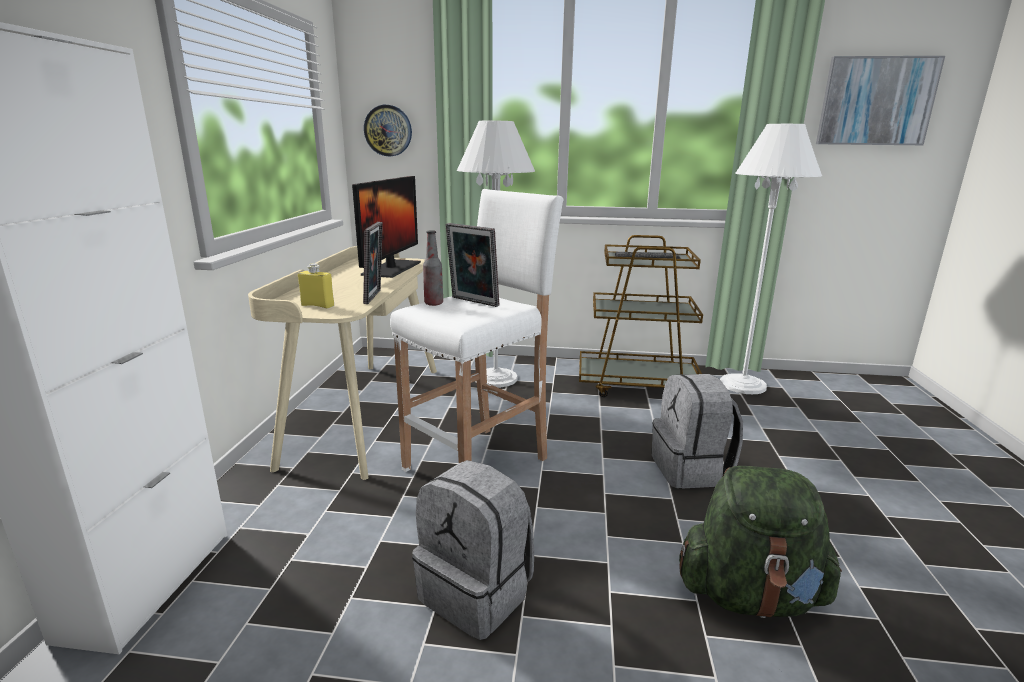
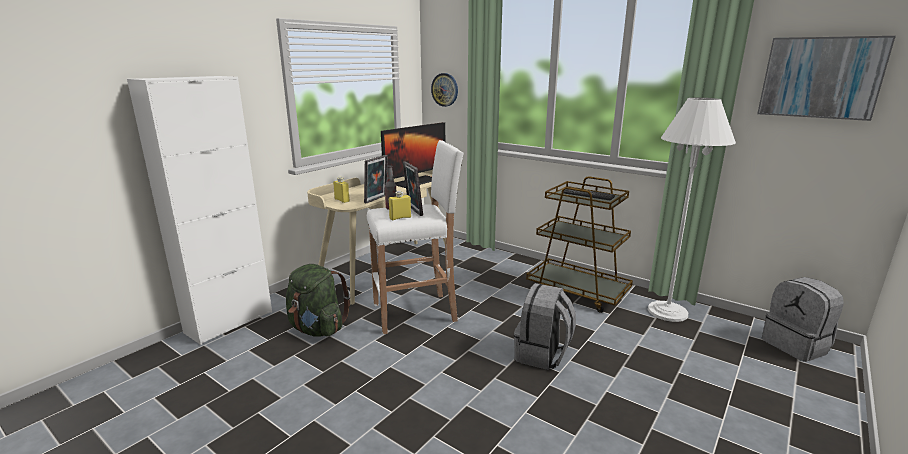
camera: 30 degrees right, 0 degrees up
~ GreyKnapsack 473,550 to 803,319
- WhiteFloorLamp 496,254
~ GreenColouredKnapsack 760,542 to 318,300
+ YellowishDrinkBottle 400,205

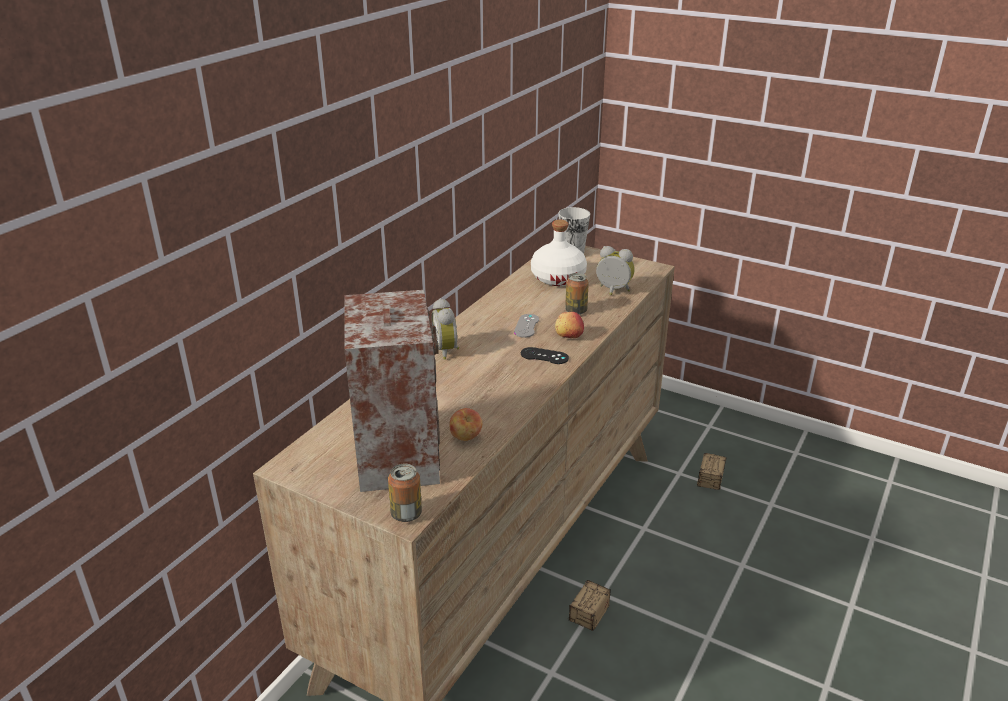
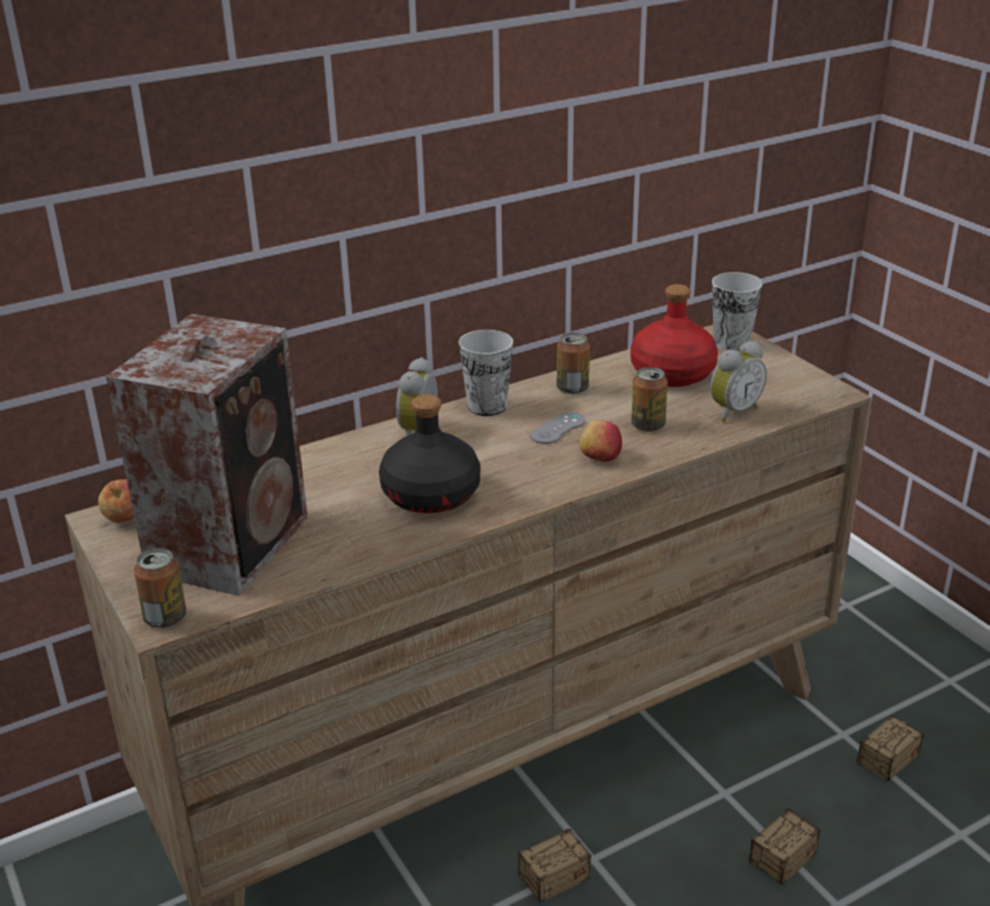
camera: 30 degrees right, 0 degrees up
~ Apple 465,424 to 116,501
- BlackColouredJoypad 545,355
~ WhiteDrinkBottle 559,253 to RedDrinkBottle 674,335
~ BedsideClock 615,270 = 738,381 90 degrees clockwise
+ BlackColouredDrinkBottle 430,453
+ SmallCup 486,373
+ MetalCan 573,363
+ StorageContainer 777,847

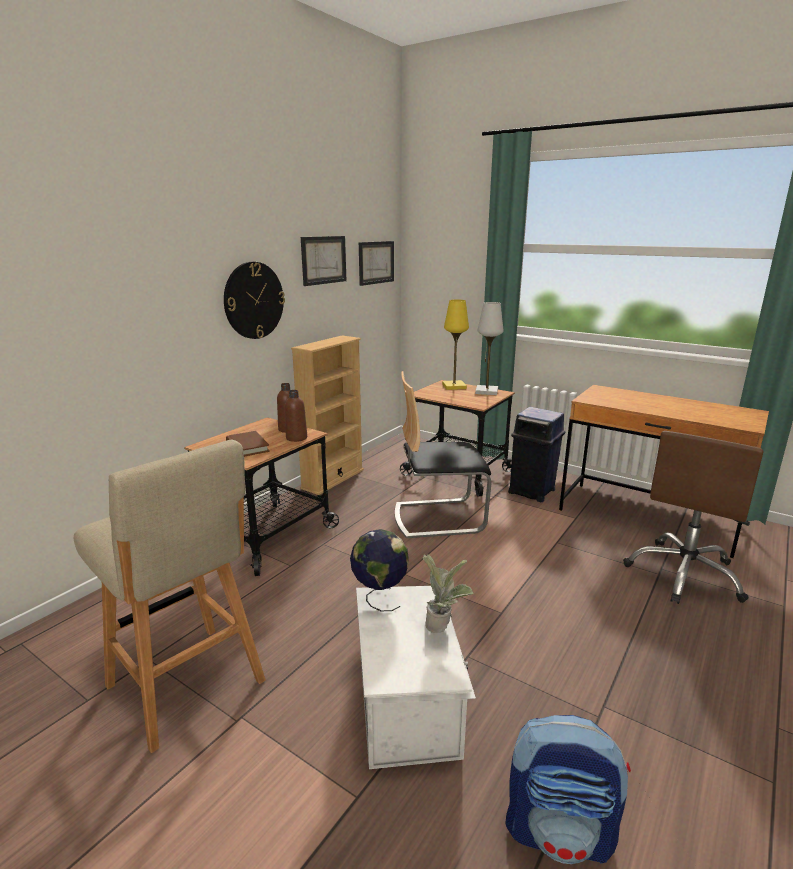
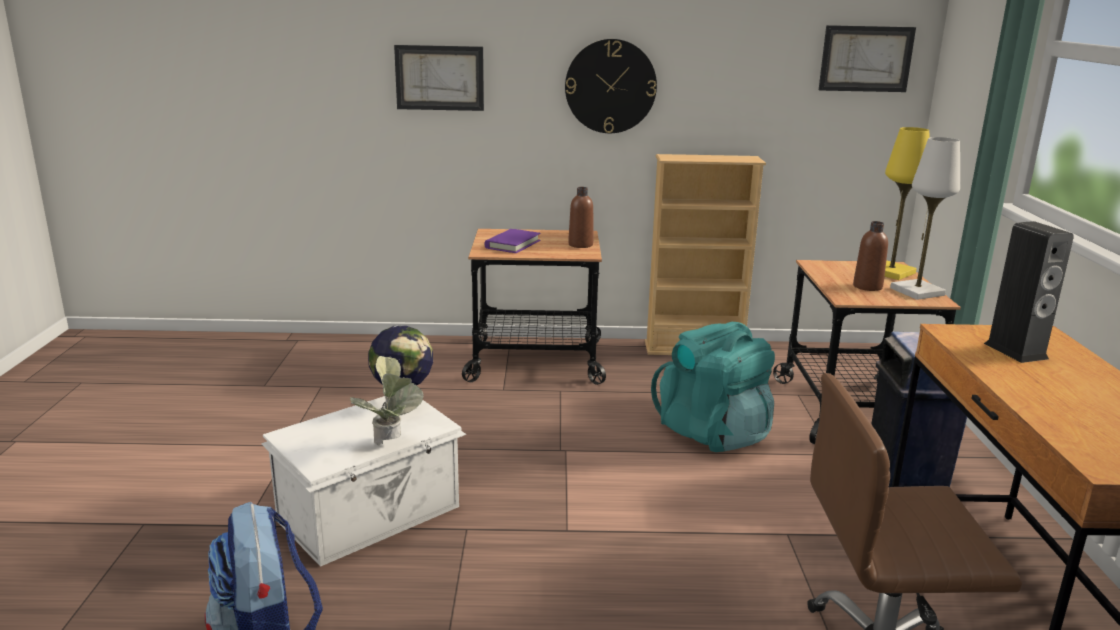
camera: 55 degrees right, 0 degrees up
- SandColouredStoolSeat 170,596
~ BrownColouredVolume 248,444 to PurpleColouredVolume 512,241
~ BrownColouredDrinkBottle 296,416 to 870,256
~ Picture 323,261 to 439,78
~ PlainChair 443,454 to TurquoiseColouredKnapsack 713,387
+ Speaker 1029,292

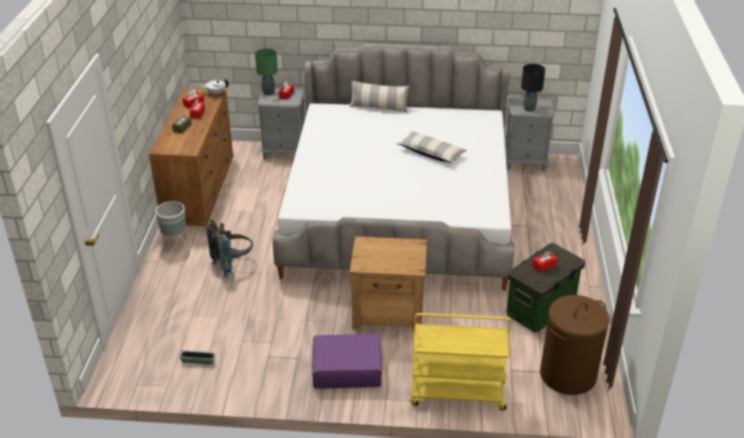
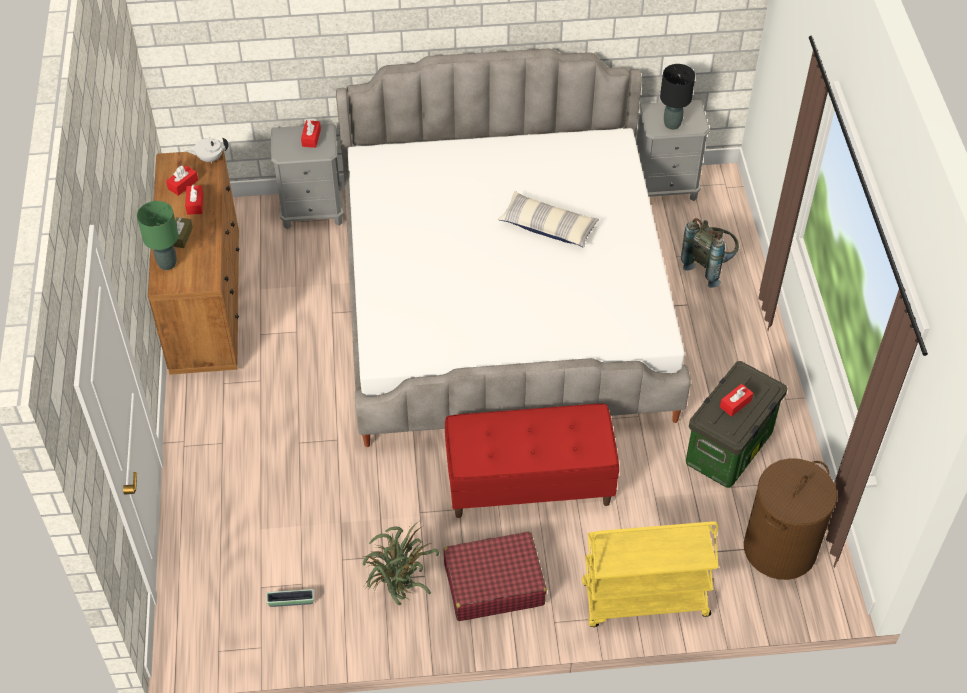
camera: 10 degrees left, 15 degrees up
- GreyPlanter 171,226
~ GreyKnapsack 229,248 to 710,253
~ GreenColouredTableLamp 266,71 to 158,235
~ PurpleColouredTravelCase 347,361 to RedTravelCase 495,576
- Cushion 379,97
~ BrownColouredNightTable 388,284 to RedIndoorBench 532,461
+ Houseplant 400,563

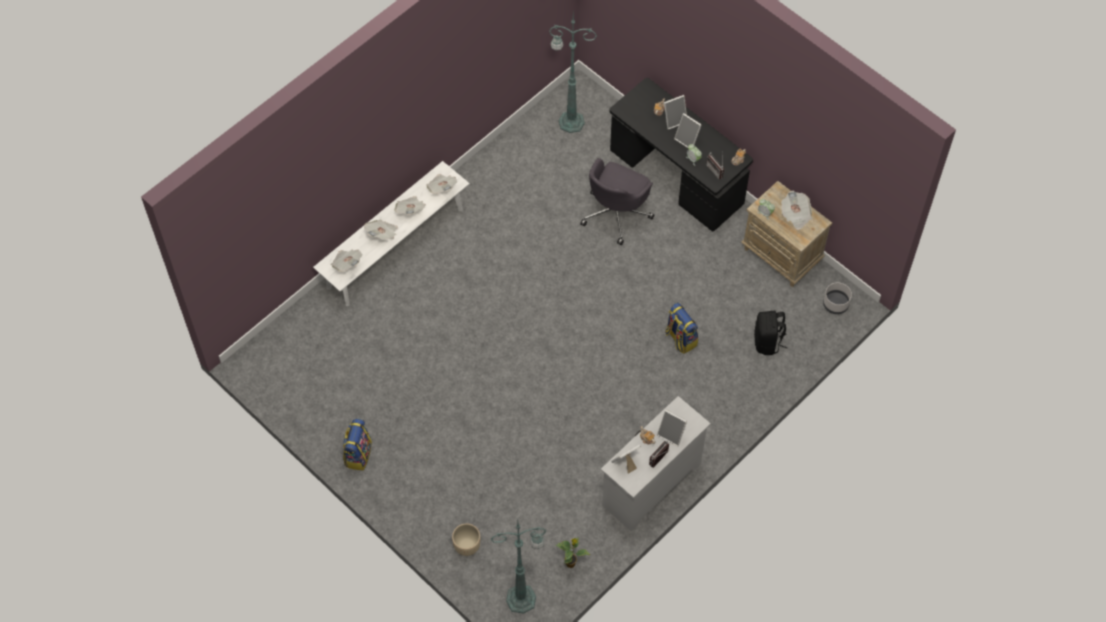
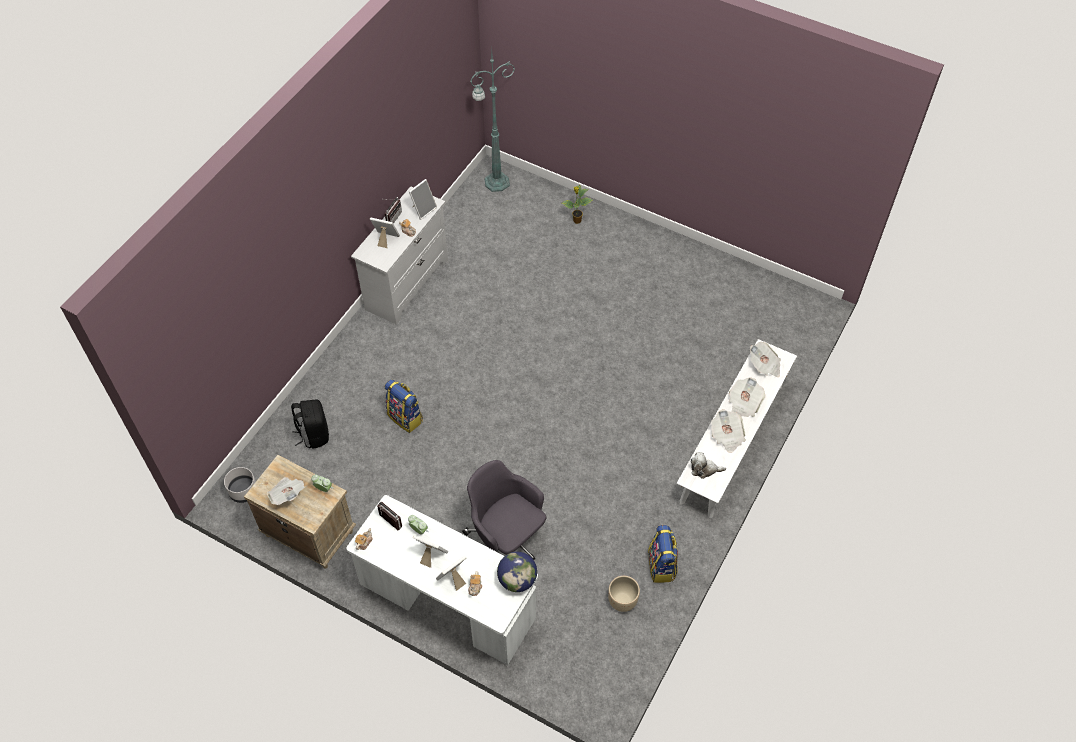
camera: 165 degrees right, 5 degrees down
~ Knapsack 357,444 to 663,554
~ Newspaper 441,184 to PlushToy 708,465
~ SandColouredPlanter 466,539 to 624,594
- GreenColouredFloorLamp 573,72
~ Houseplant 572,552 to 577,204
~ GreyDeskChair 617,201 = 504,510 60 degrees counterclockwise
~ BlackColouredDesk 681,155 to WhiteDesk 442,580
+ WorldGlobe 517,572

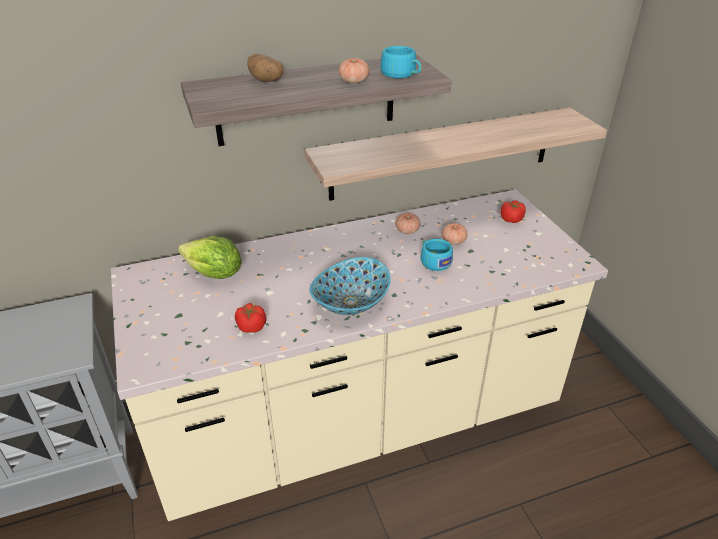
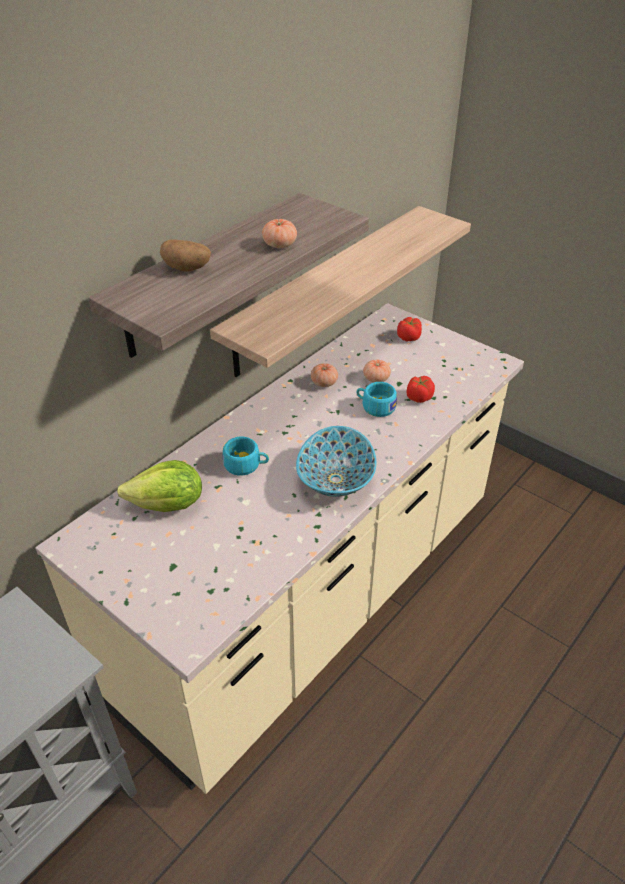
camera: 30 degrees left, 5 degrees up
~ Tomato 250,318 to 421,389
~ TurquoiseColouredSmallCup 401,62 to 246,456

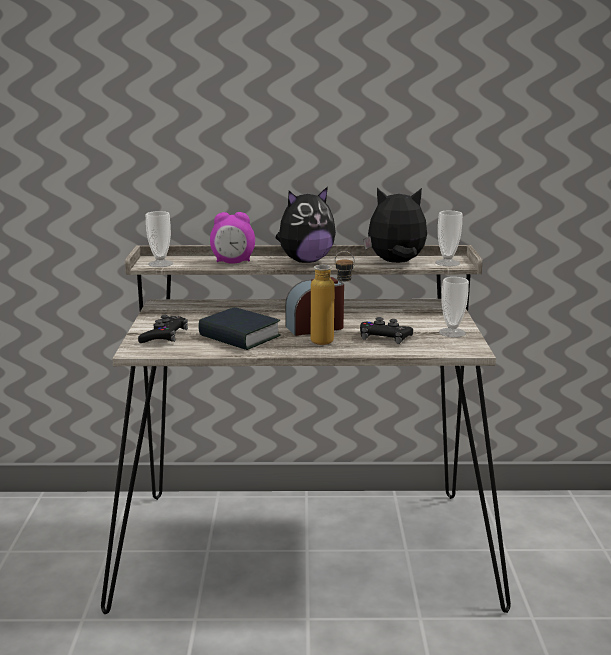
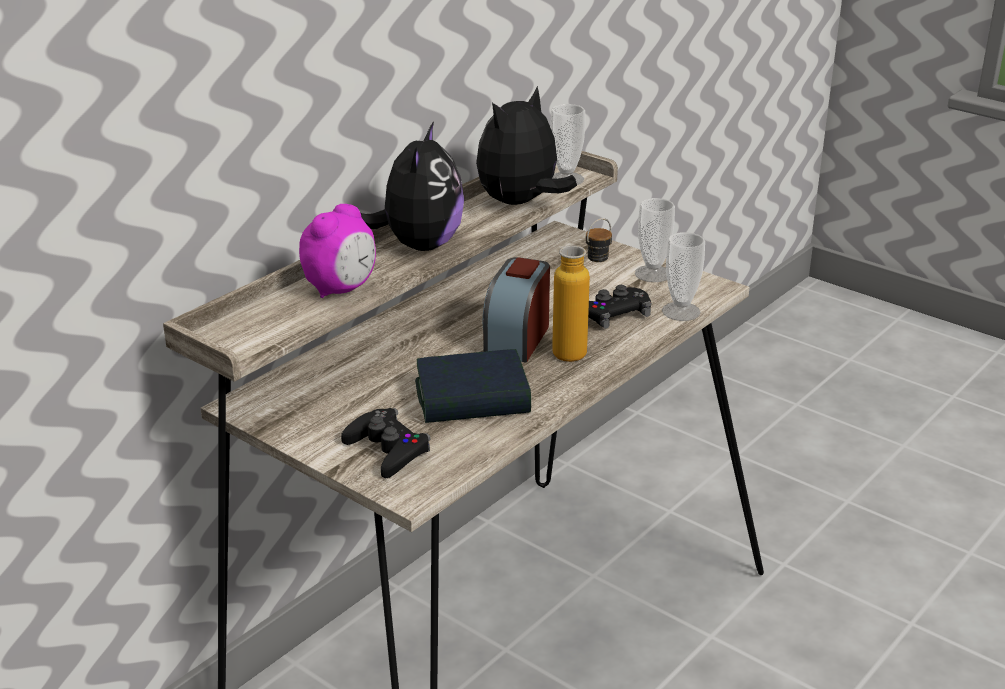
camera: 50 degrees left, 10 degrees up
~ SmallCup 159,239 to 683,276

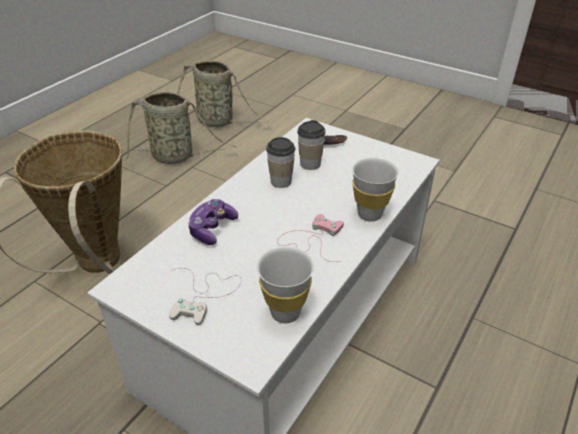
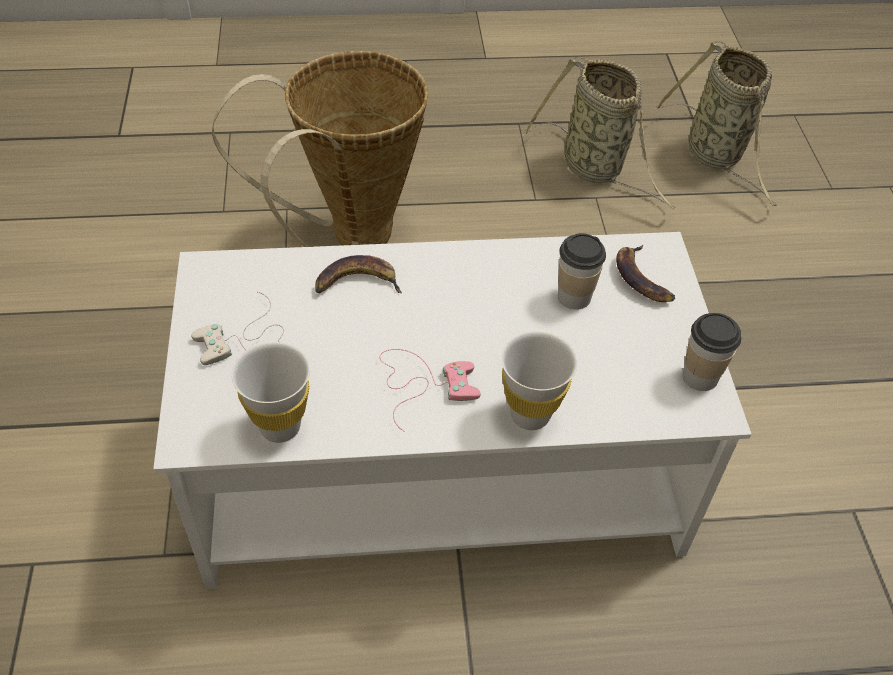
camera: 50 degrees right, 10 degrees up
~ Joypad 213,222 to WholeBanana 358,274
~ SmallCup 280,162 to 712,352

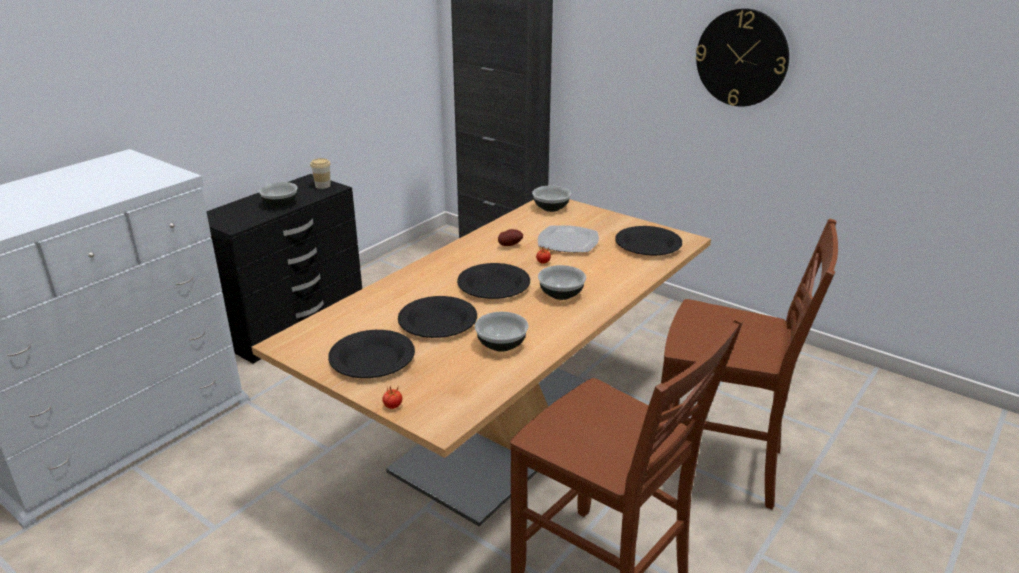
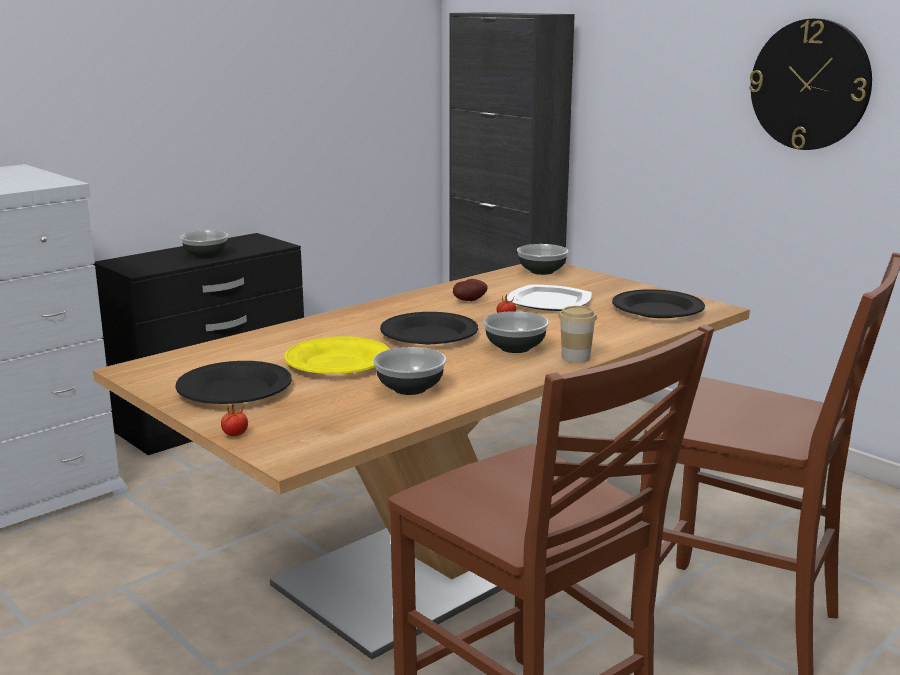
camera: 10 degrees right, 10 degrees down
~ SmallCup 320,173 to 578,334
~ BlackColouredPlate 437,317 to YellowishPlate 336,355

